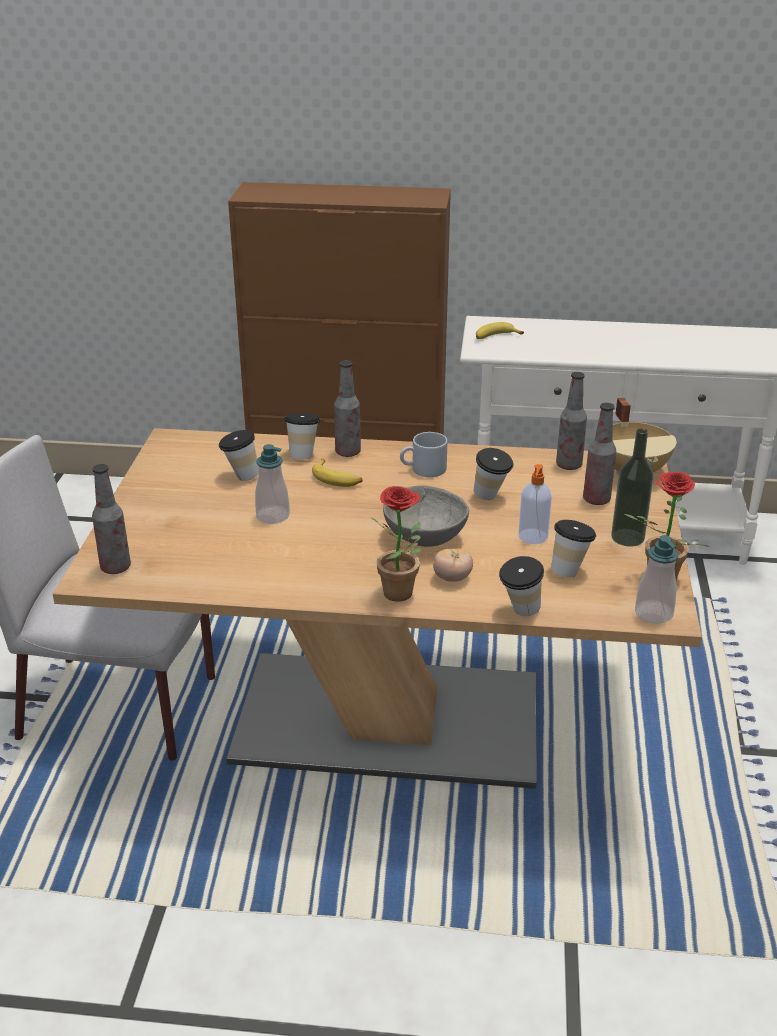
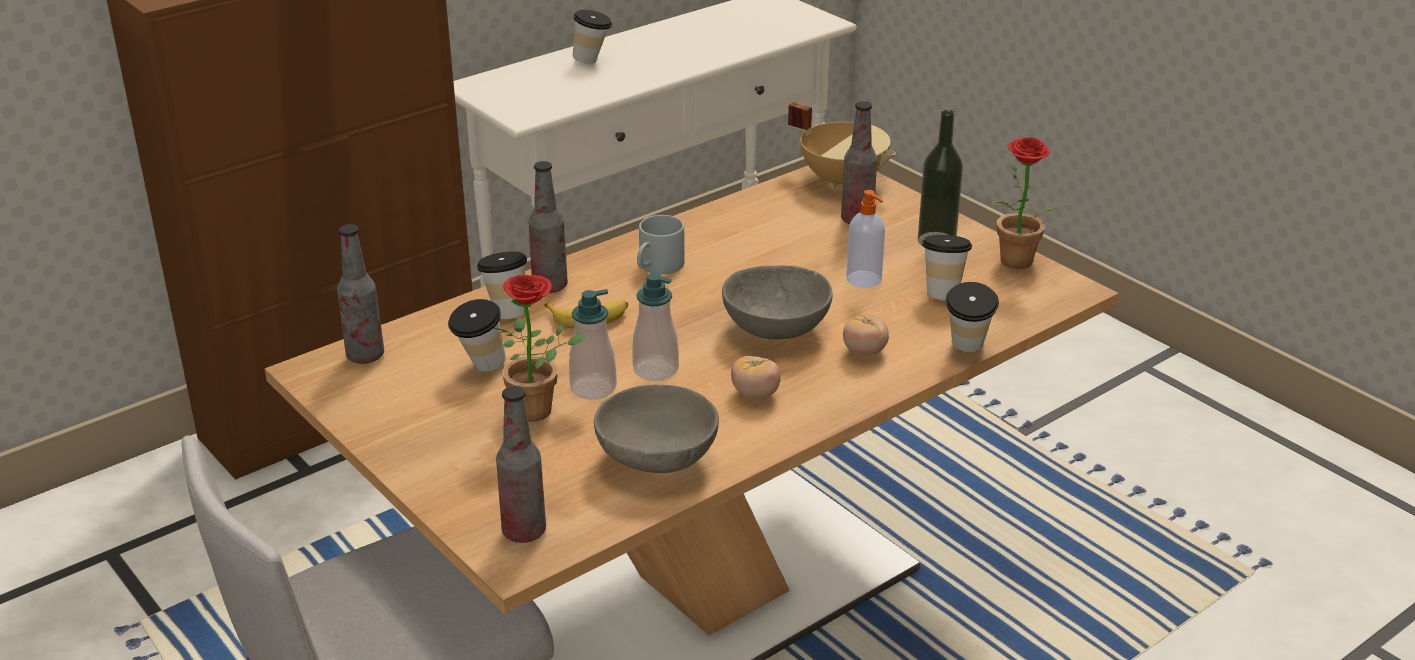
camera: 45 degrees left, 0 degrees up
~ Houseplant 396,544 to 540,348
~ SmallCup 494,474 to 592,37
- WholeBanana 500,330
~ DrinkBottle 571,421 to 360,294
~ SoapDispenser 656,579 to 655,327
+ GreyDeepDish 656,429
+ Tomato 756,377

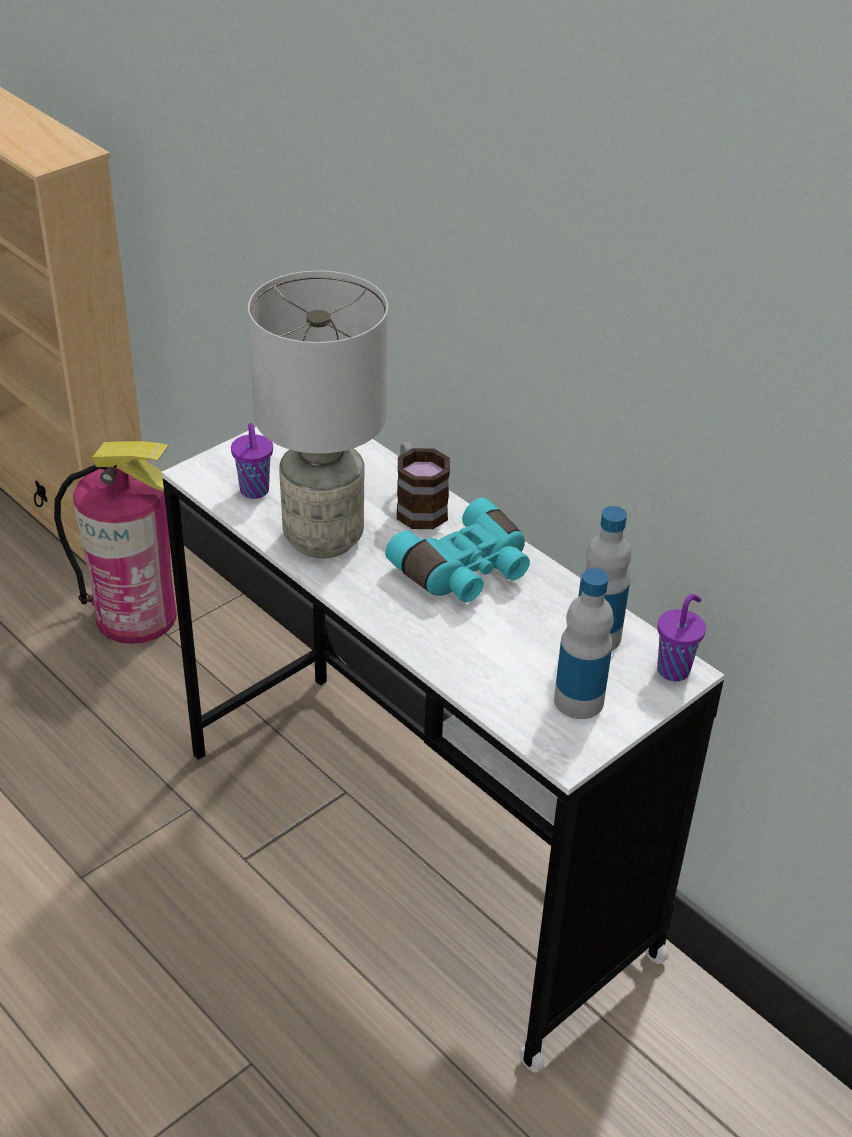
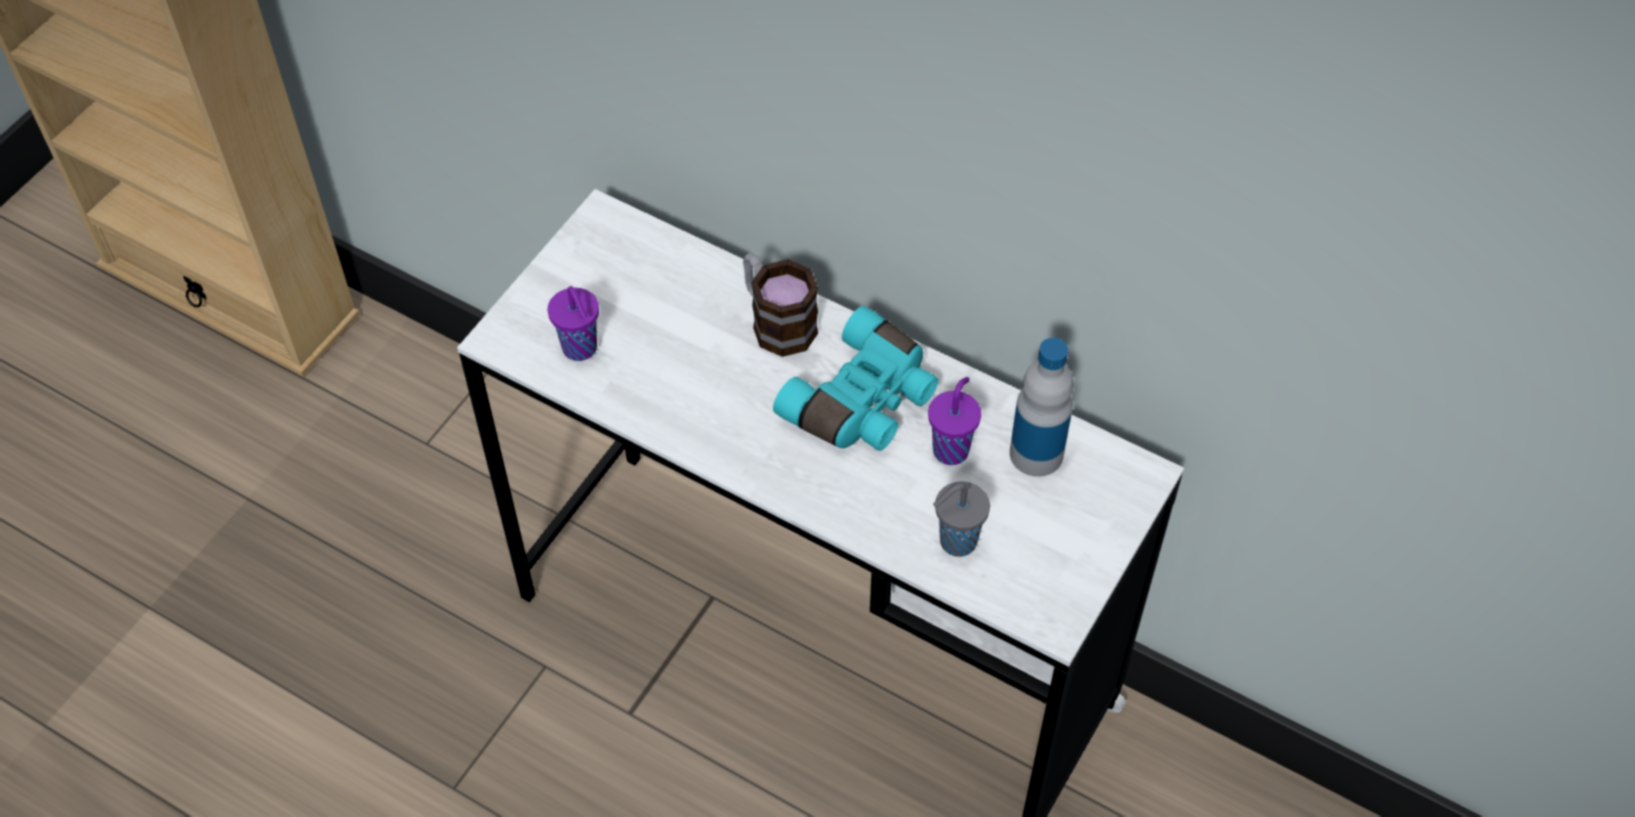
camera: 15 degrees left, 15 degrees up
- Extinguisher 115,542
- GreyTableLamp 318,414
- DrinkBottle 584,643
~ PurpleColouredSmallCup 681,638 to 954,421
+ GreySmallCup 961,519

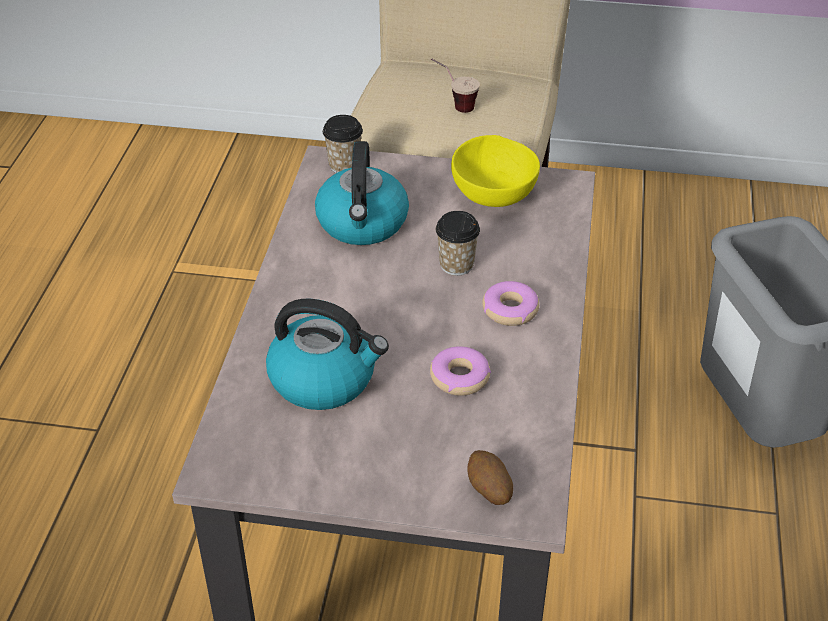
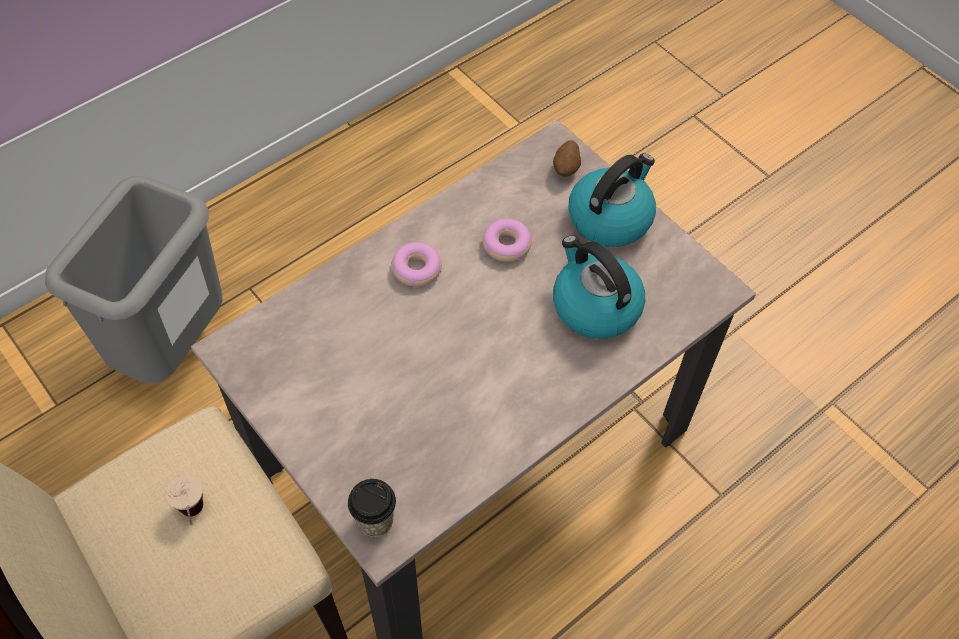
camera: 140 degrees left, 15 degrees up
~ TeaKettle 362,193 to 612,200
- SmallCup 458,243
- YellowishDeepDish 495,171

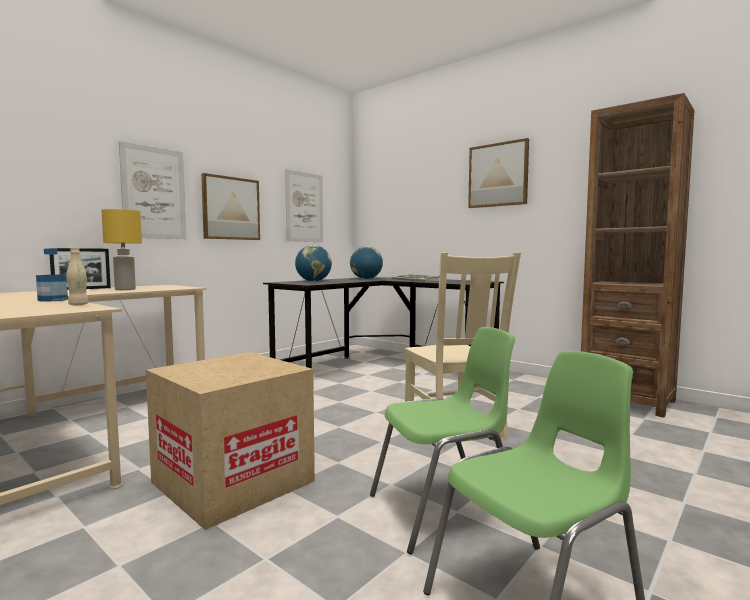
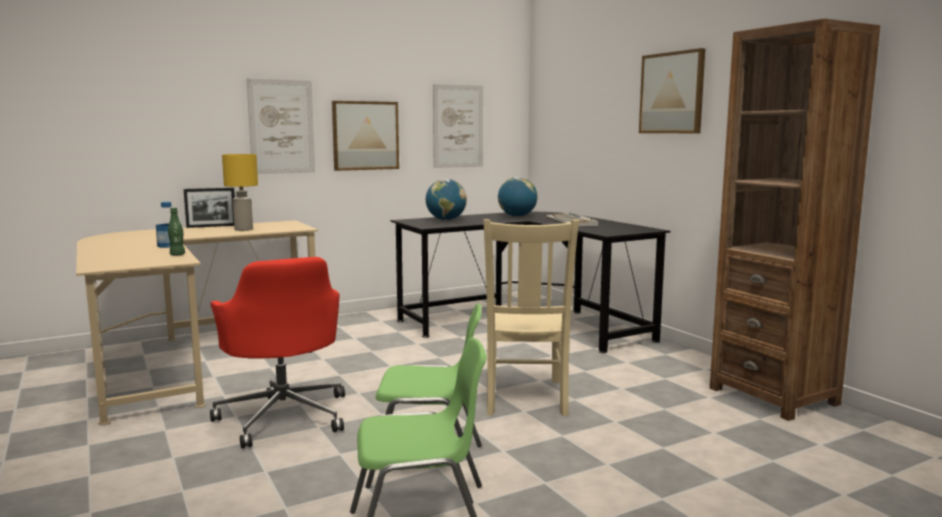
camera: 20 degrees right, 5 degrees up
~ SandColouredDrinkBottle 77,276 to GreenColouredDrinkBottle 176,232
~ CardboardBox 230,441 to RedDeskChair 277,352

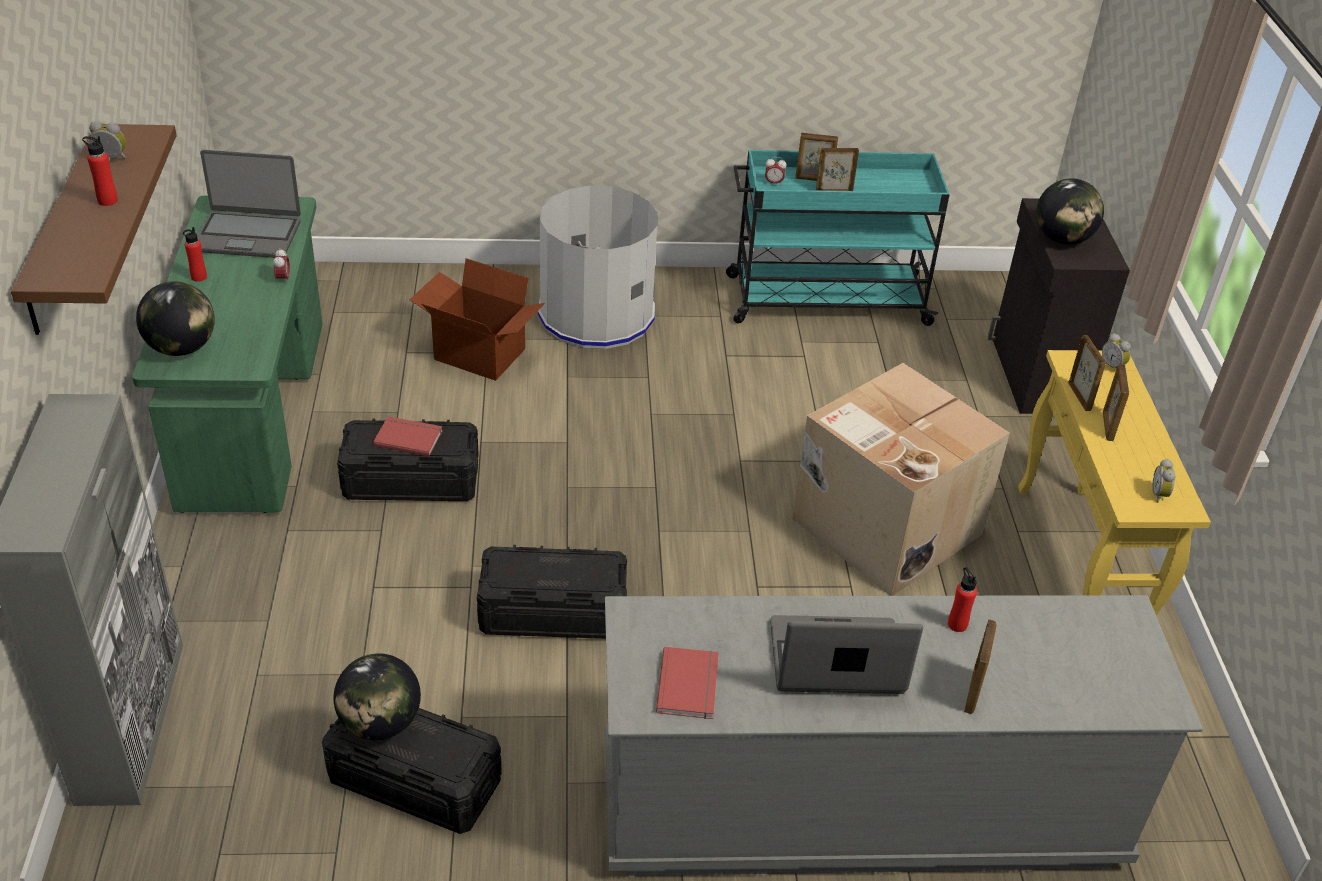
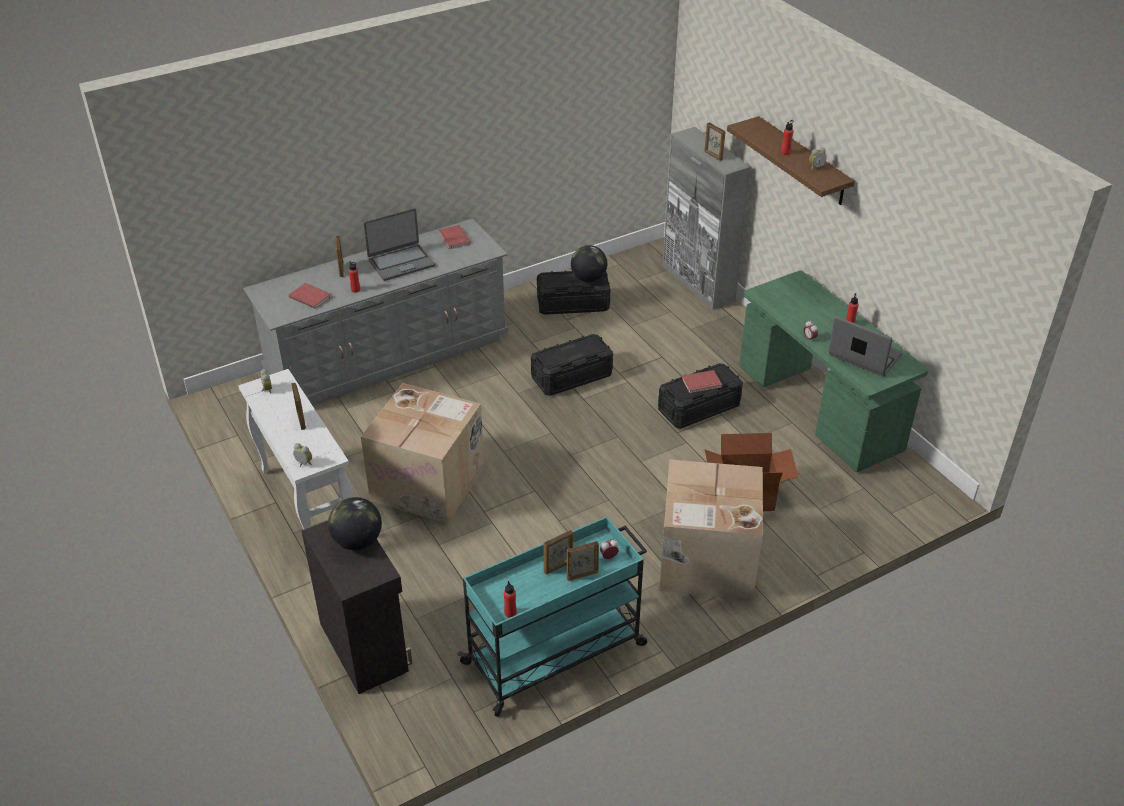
camera: 155 degrees right, 0 degrees up
- WorldGlobe 175,318
~ NotebookComputer 249,204 = 865,346 60 degrees clockwise
~ GreyRubbishBin 598,267 to CardboardBox 711,529
~ YellowishConsoleTable 1114,483 to WhiteConsoleTable 295,449
~ PictureFrame 1087,373 to 715,141
+ RedVolume 310,296
+ RedDrinkBottle 510,599

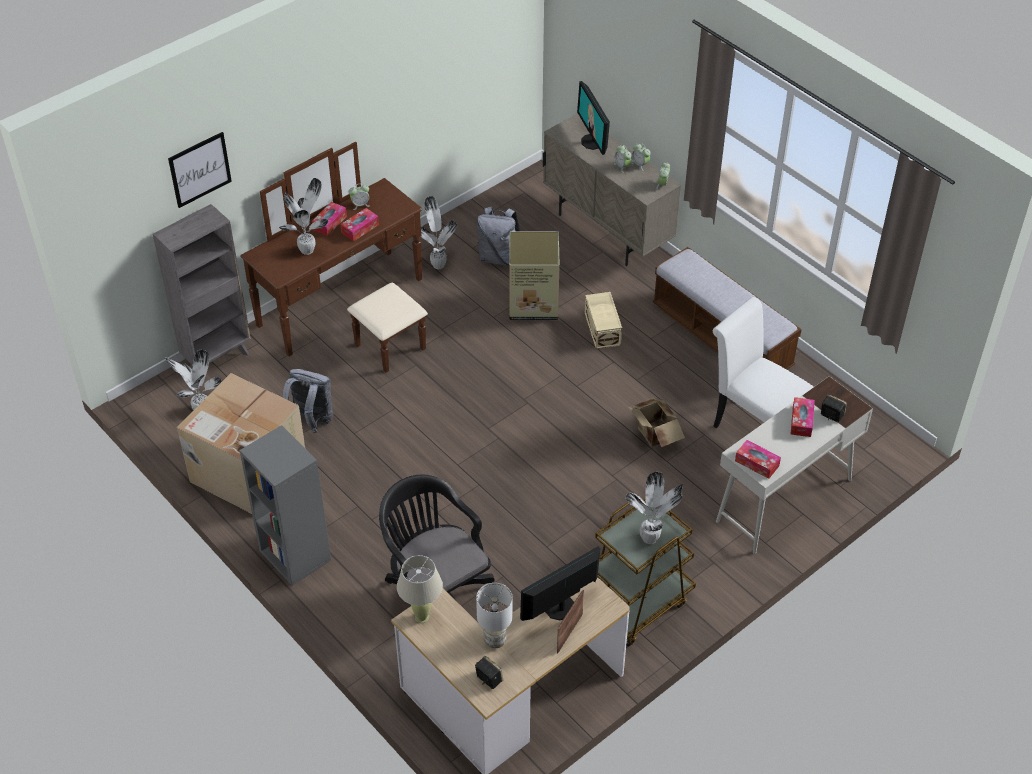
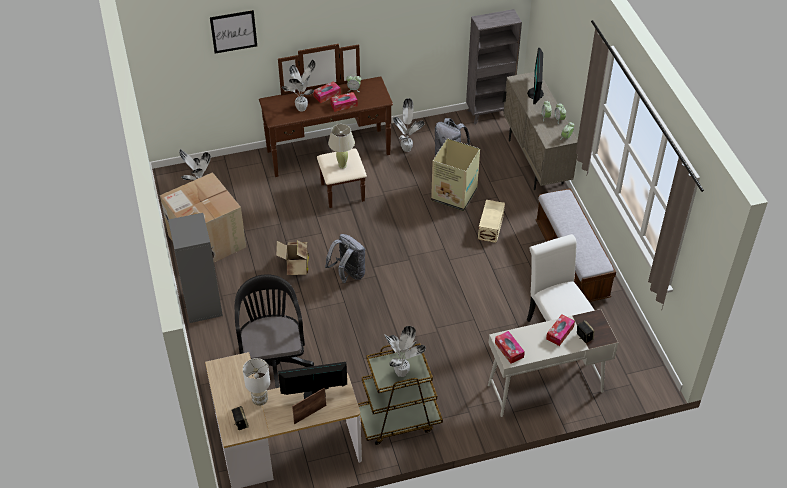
camera: 25 degrees right, 0 degrees up
~ GreyShelvingUnit 202,292 to 494,66
~ GreyKnapsack 307,401 to 345,258
~ SandColouredTableLamp 420,589 to 341,146
~ CardboardBox 657,422 to 292,257

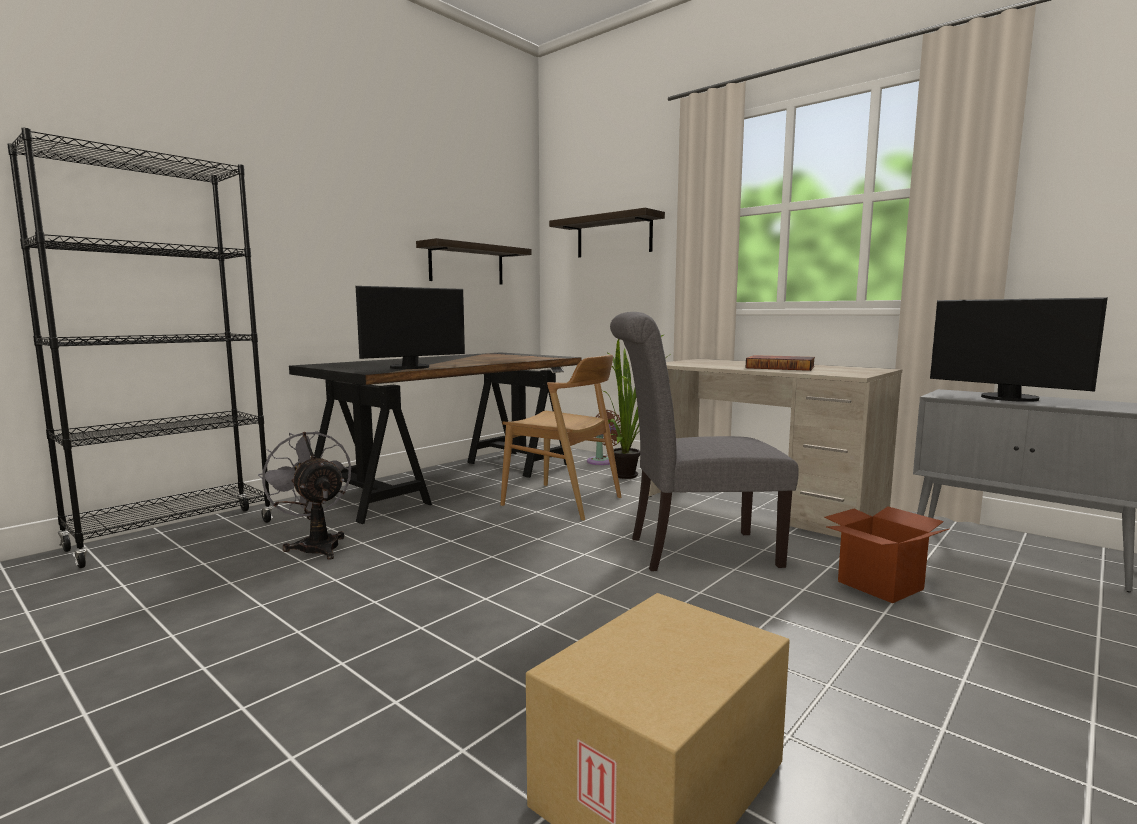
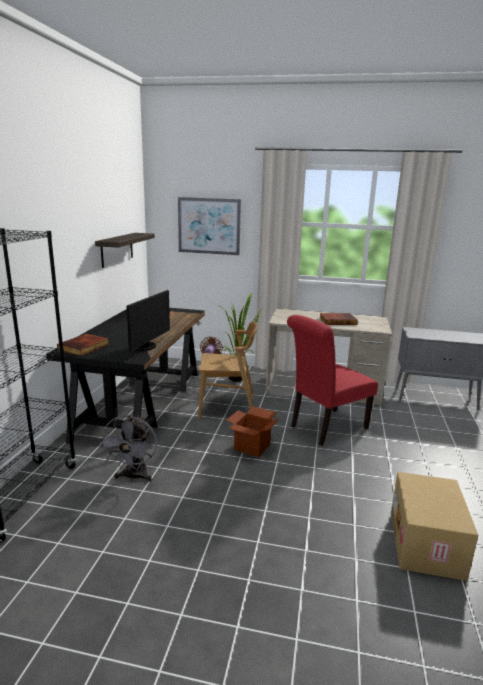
camera: 30 degrees left, 10 degrees up
~ GreyElectricFan 304,495 = 128,448 105 degrees counterclockwise
~ Shelf 607,232 to Picture 209,226
~ GreyPlainChair 704,441 to RedPlainChair 332,380
~ CardboardBox 887,554 to 253,431
- Monitor 1019,349
+ Volume 83,345

